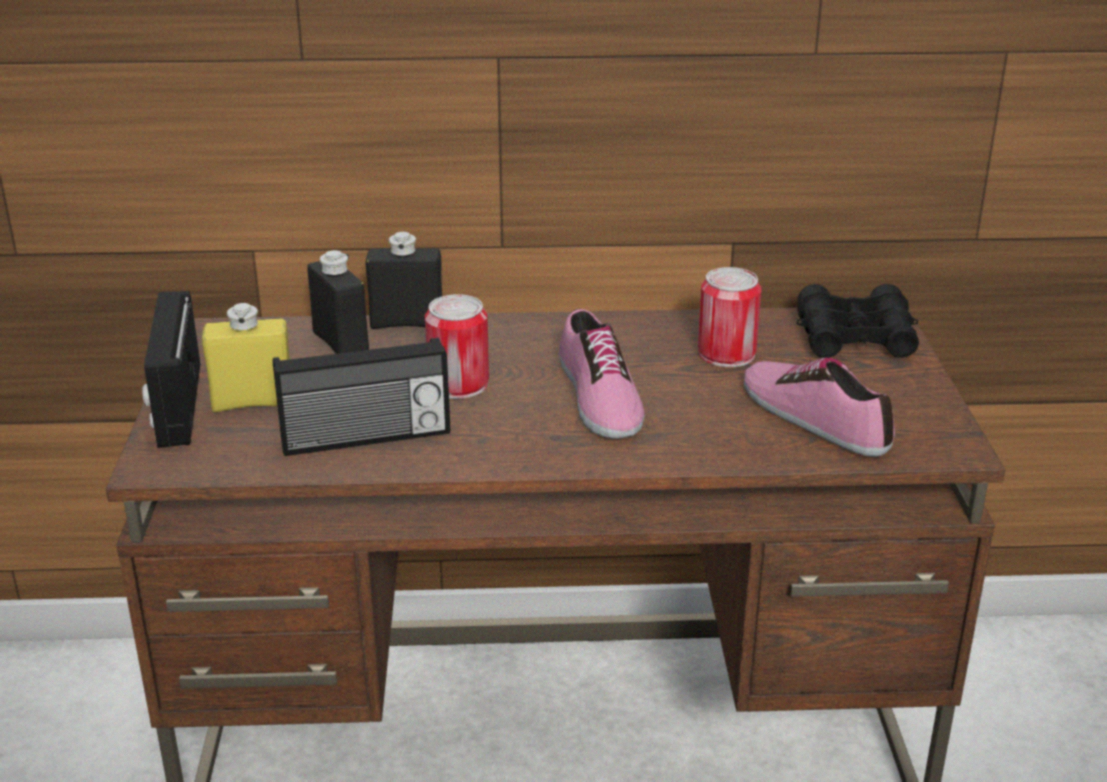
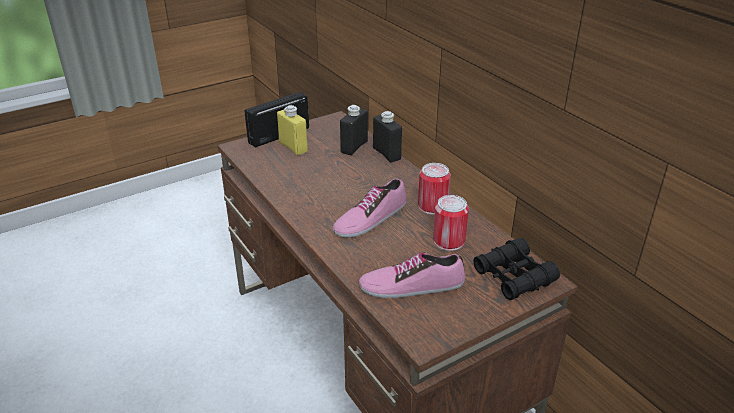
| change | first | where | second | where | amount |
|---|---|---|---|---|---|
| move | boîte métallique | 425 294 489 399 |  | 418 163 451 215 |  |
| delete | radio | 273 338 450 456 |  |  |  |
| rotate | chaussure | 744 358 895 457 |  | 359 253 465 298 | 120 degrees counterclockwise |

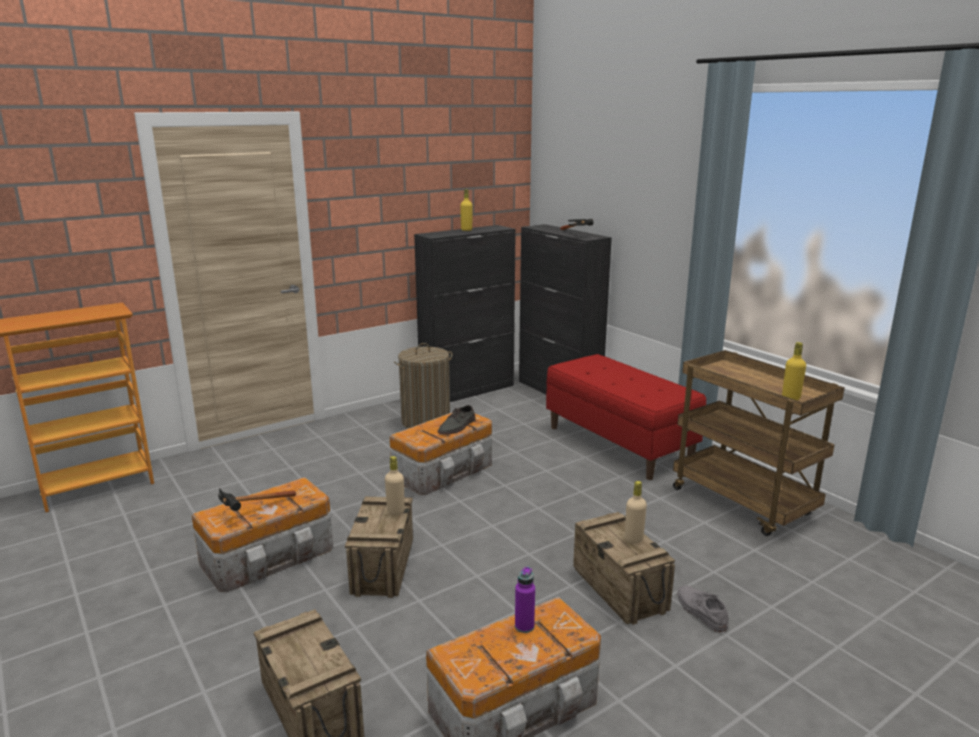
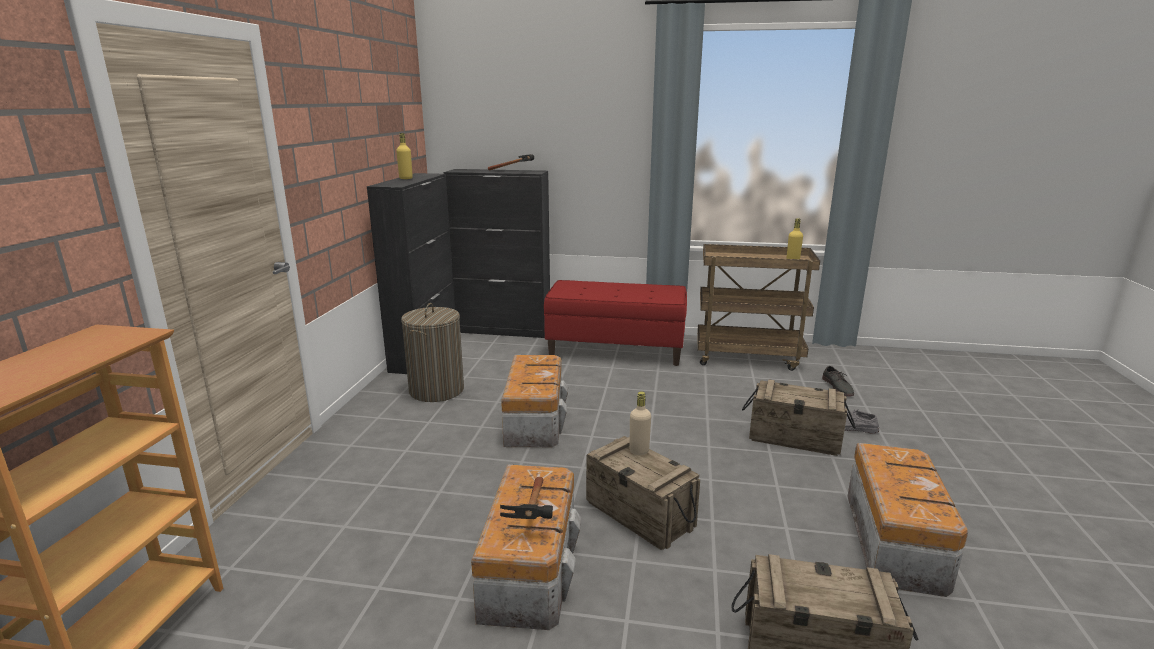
| change | first | where | second | where | amount |
|---|---|---|---|---|---|
| move | chaussure/gris | 438 405 476 435 |  | 822 366 854 396 |  |
| delete | bouteille/beige | 625 481 647 544 |  |  |  |
| delete | bouteille/violet | 515 567 535 633 |  |  |  |

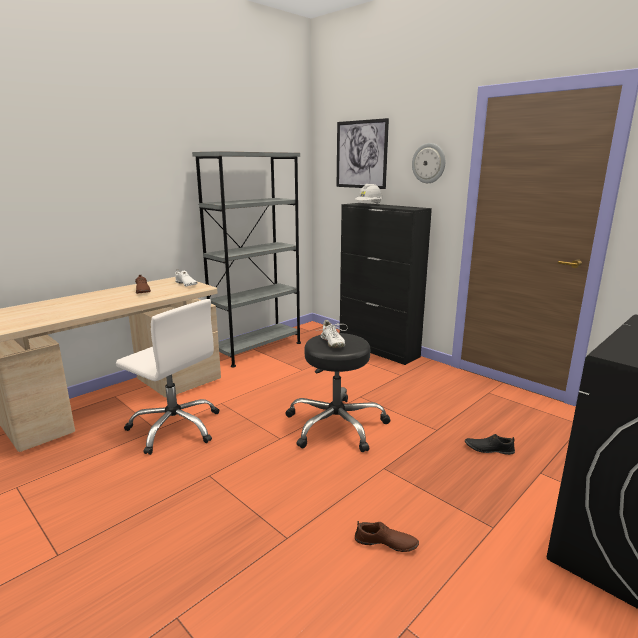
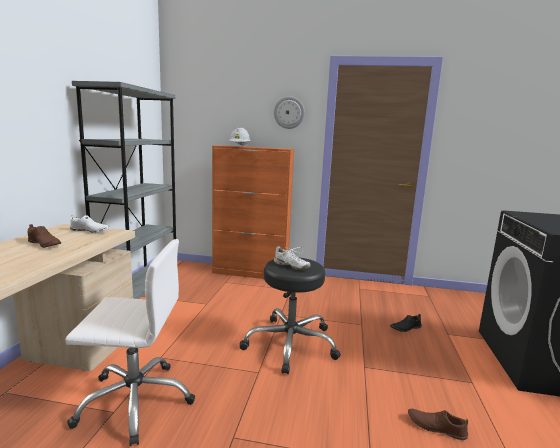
| change | first | where | second | where | amount |
|---|---|---|---|---|---|
| delete | tableau | 337 118 389 189 |  |  |  |
| recolor | meuble de rangement/noir | 340 203 432 365 | meuble de rangement/orange | 212 145 294 279 |  |
| rotate | chaussure/marron | 355 521 419 552 |  | 408 409 468 440 | 135 degrees counterclockwise |

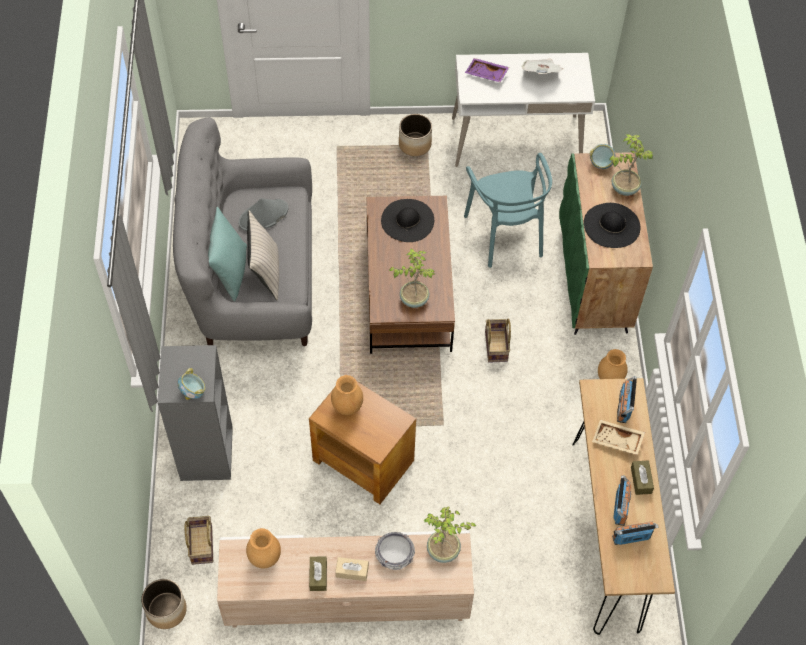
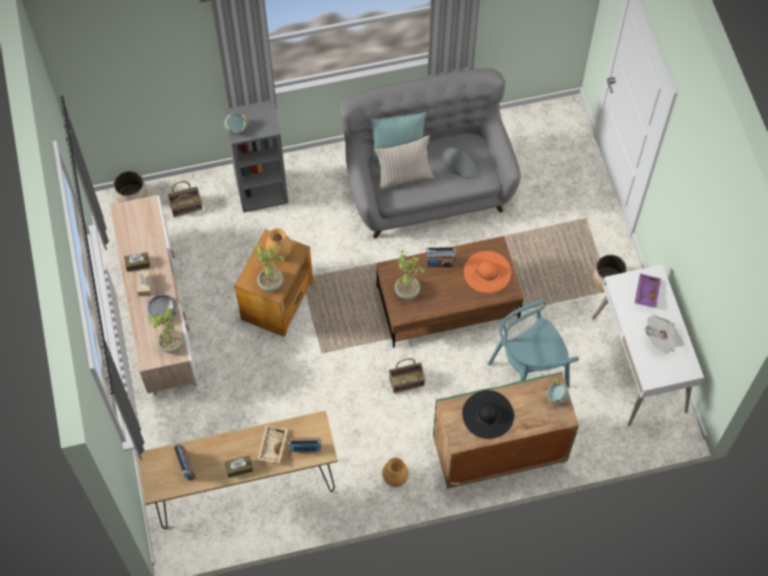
| change | first | where | second | where | amount |
|---|---|---|---|---|---|
| move | plante en pot | 609 134 653 196 |  | 255 243 285 292 |  |
| recolor | chapeau/noir | 381 199 434 242 | chapeau/orange | 464 251 511 293 |  |
| move | radio | 613 476 631 526 |  | 425 248 456 267 |  |
| delete | vase/marron | 246 528 281 569 |  |  |  |

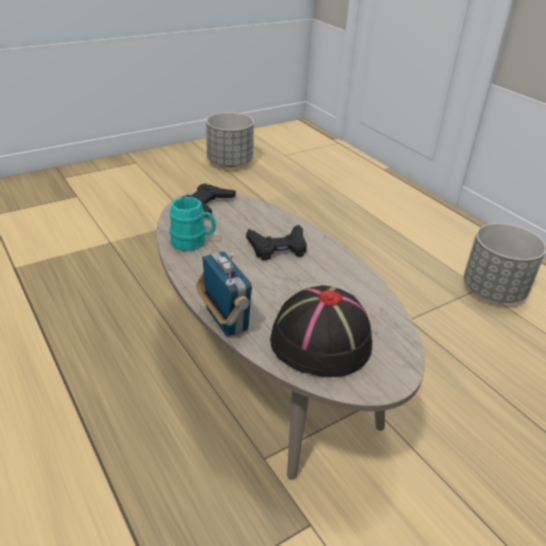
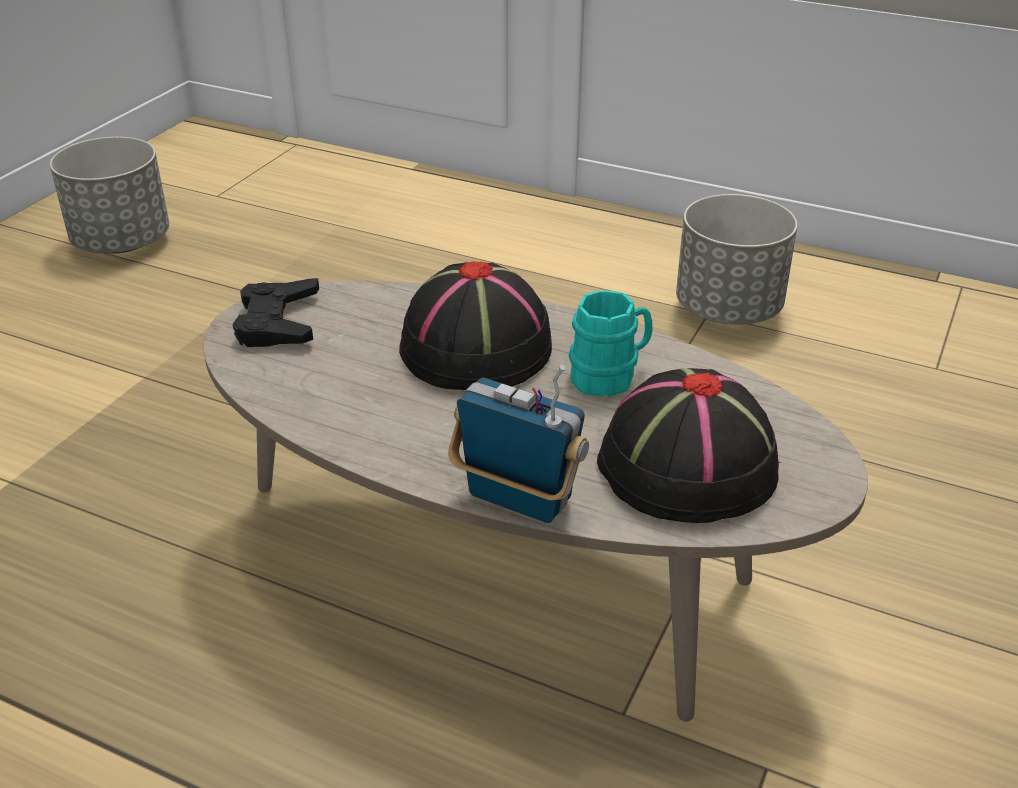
| change | first | where | second | where | amount |
|---|---|---|---|---|---|
| move | mug/turquoise | 169 197 216 251 |  | 569 290 652 397 |  |
| replace | manette/noir | 246 225 307 261 | chapeau/noir | 399 261 552 390 |  |

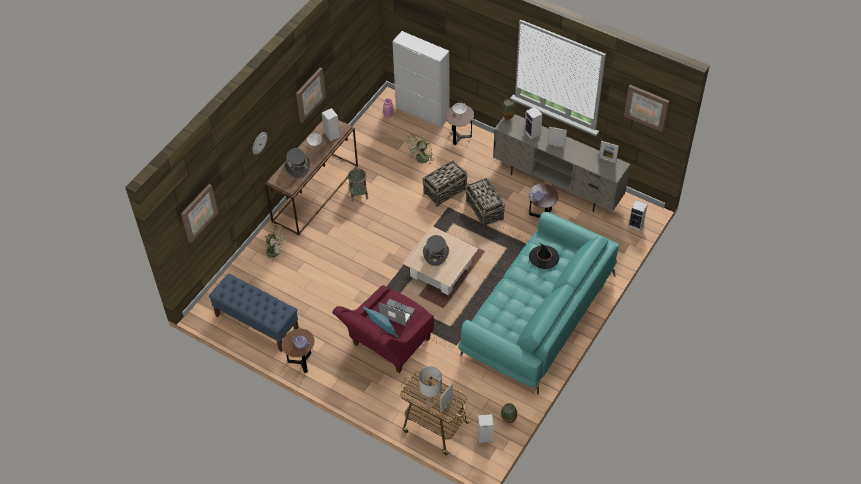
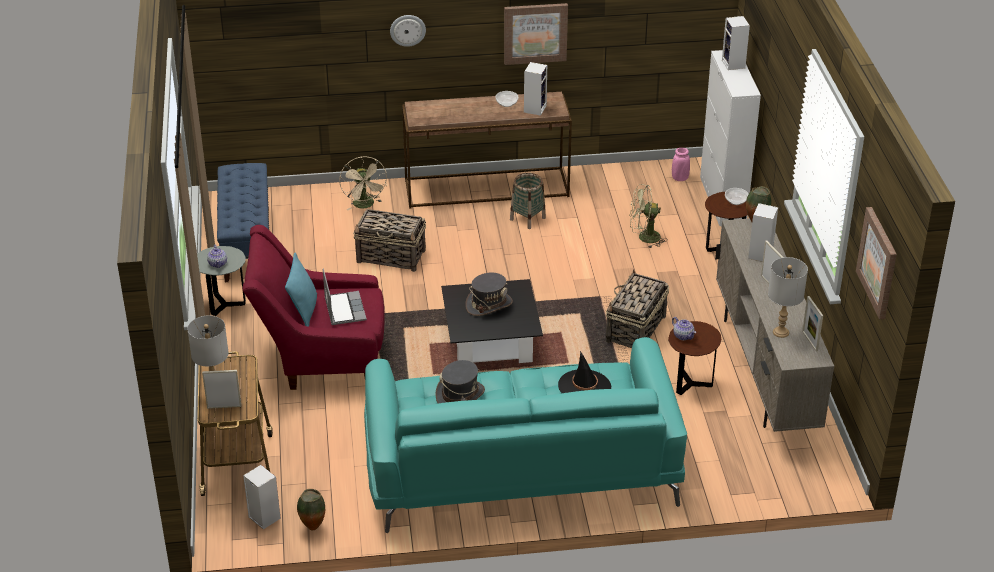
| change | first | where | second | where | amount |
|---|---|---|---|---|---|
| move | chapeau/gris | 284 148 310 178 |  | 436 360 485 404 |  |
| move | panier | 422 160 468 207 |  | 353 209 426 272 |  |
| delete | tableau | 181 184 218 242 |  |  |  |
| move | enceinte | 628 200 648 231 |  | 722 16 750 70 |  |
| recolor | table basse/beige | 402 226 479 295 | table basse/noir | 441 279 543 363 |  |
| recolor | table d'appoint/marron | 282 329 315 373 | table d'appoint/gris | 197 246 246 316 |  |
| insert |  |  | lampe de table/gris | 768 257 808 338 |  |

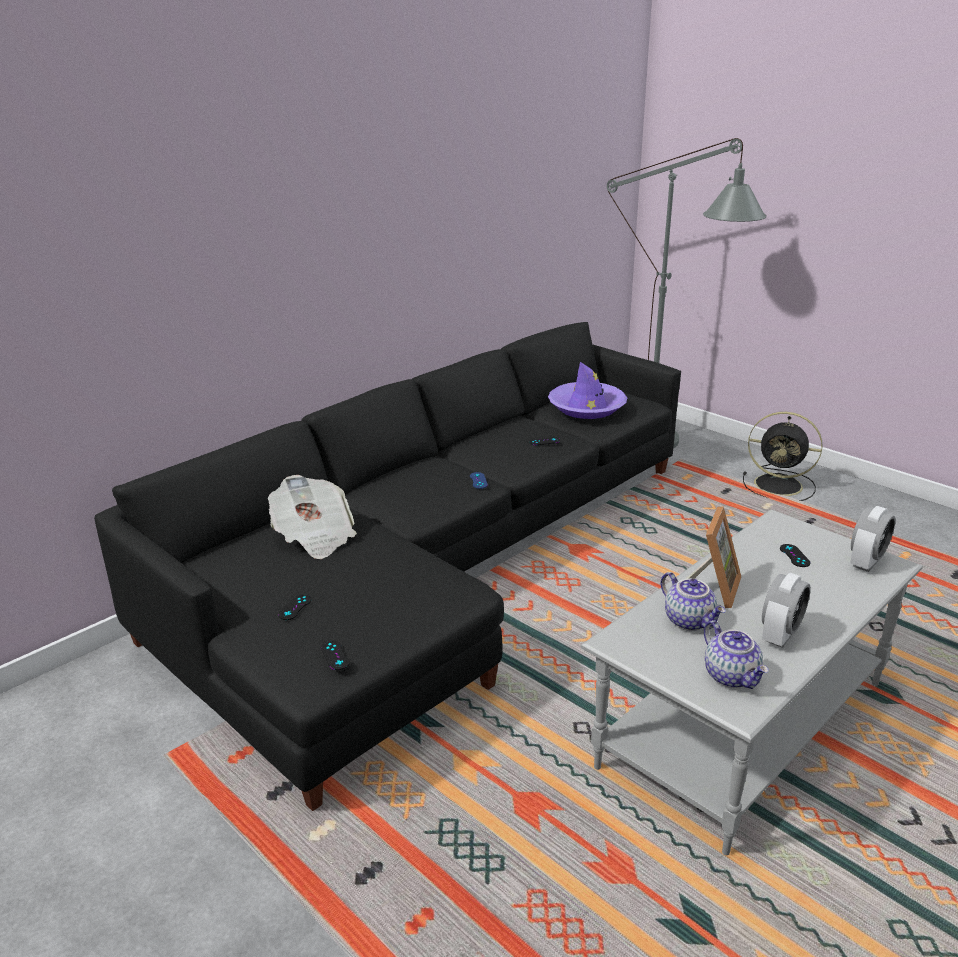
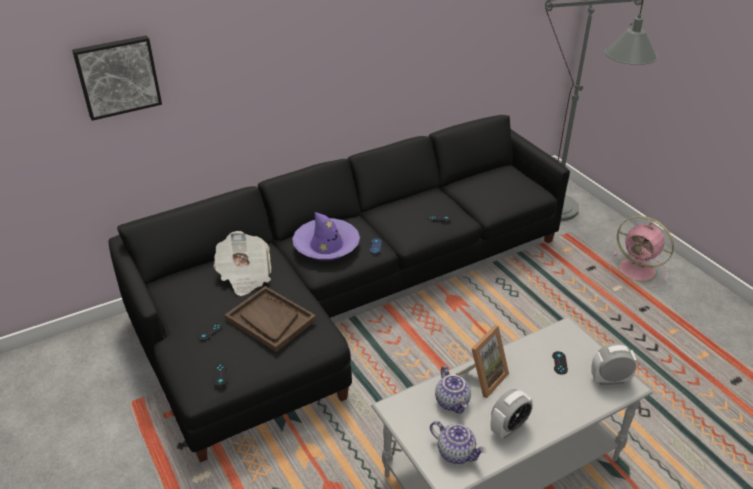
| change | first | where | second | where | amount |
|---|---|---|---|---|---|
| move | chapeau/violet | 548 362 627 419 |  | 292 212 360 261 |  |
| recolor | ventilateur/noir | 743 412 823 501 | ventilateur/rose | 609 216 674 288 |  |
| rotate | réveil | 850 506 896 572 |  | 591 343 638 385 | 150 degrees counterclockwise |
| rotate | théière | 704 620 769 689 |  | 430 421 486 464 | 45 degrees counterclockwise |
| insert |  |  | tableau | 72 35 162 121 |  |
| insert |  |  | plateau/marron | 225 286 316 352 |  |

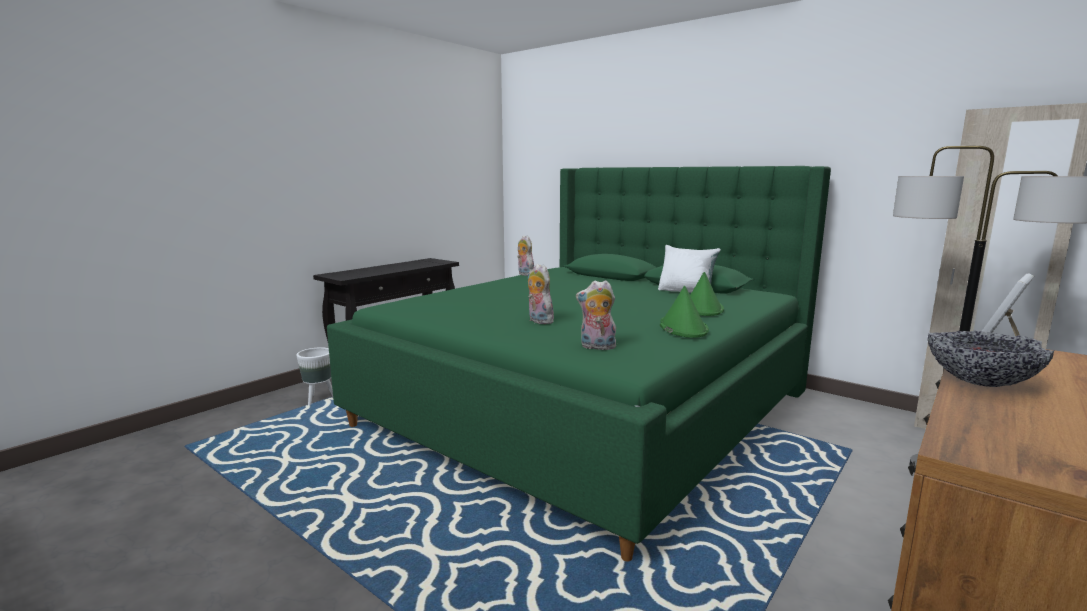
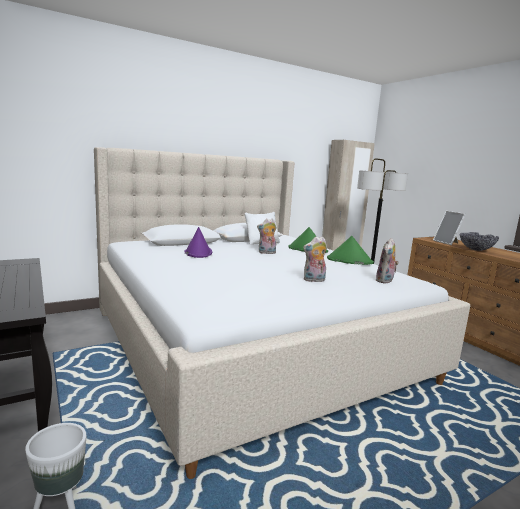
| change | first | where | second | where | amount |
|---|---|---|---|---|---|
| recolor | lit/vert | 327 166 831 561 | lit/beige | 94 147 470 479 |  |
| move | peluche | 517 235 534 276 |  | 257 218 277 254 |  |
| insert |  |  | chapeau/violet | 185 227 212 258 |  |

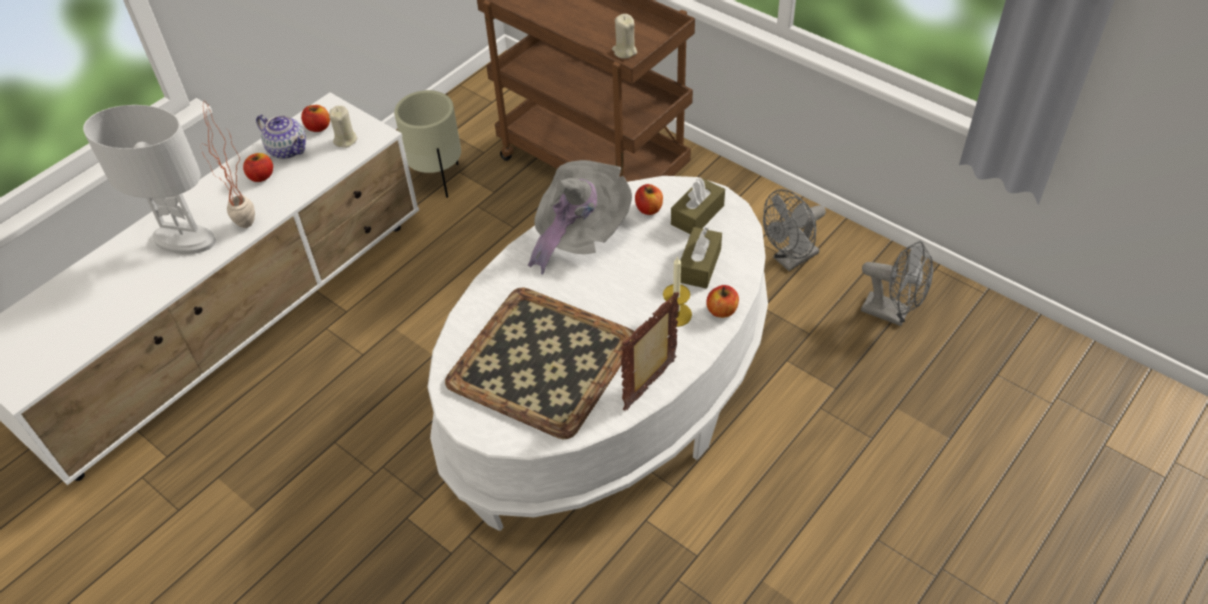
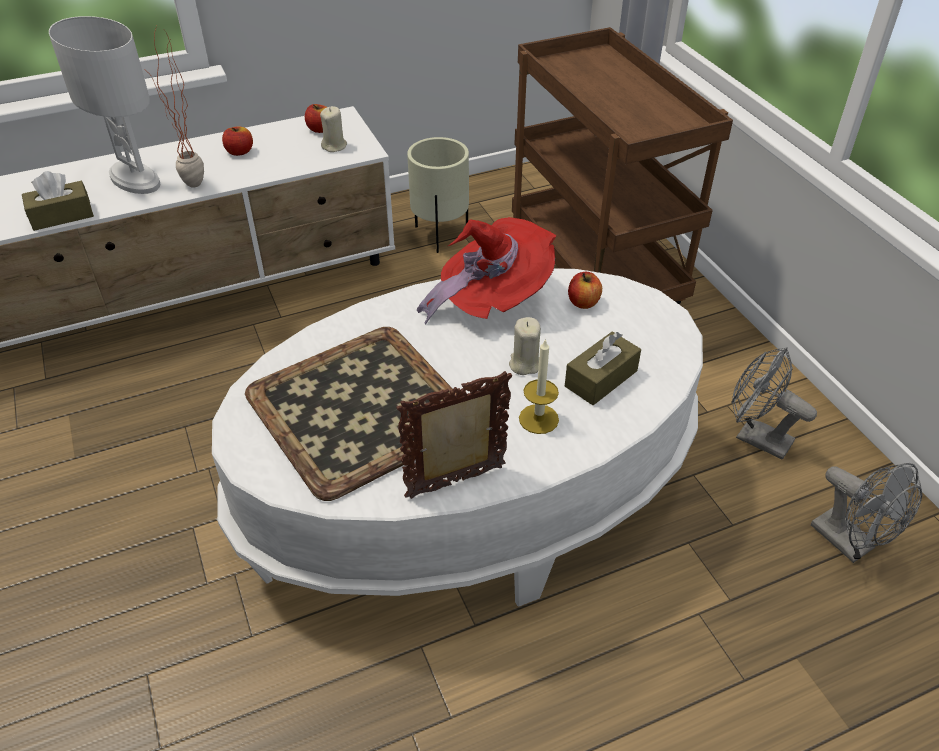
| change | first | where | second | where | amount |
|---|---|---|---|---|---|
| move | bougie/beige | 612 14 637 59 |  | 509 317 541 375 |  |
| delete | théière | 256 115 306 159 |  |  |  |
| recolor | chapeau/gris | 528 160 632 275 | chapeau/rouge | 417 217 556 325 |  |
| move | boîte à mouchoirs/marron | 671 178 725 234 |  | 22 171 94 231 |  |
| rotate | ventilateur/gris | 763 189 826 271 |  | 732 347 817 460 | 45 degrees clockwise |
| delete | pomme | 706 285 739 318 |  |  |  |

